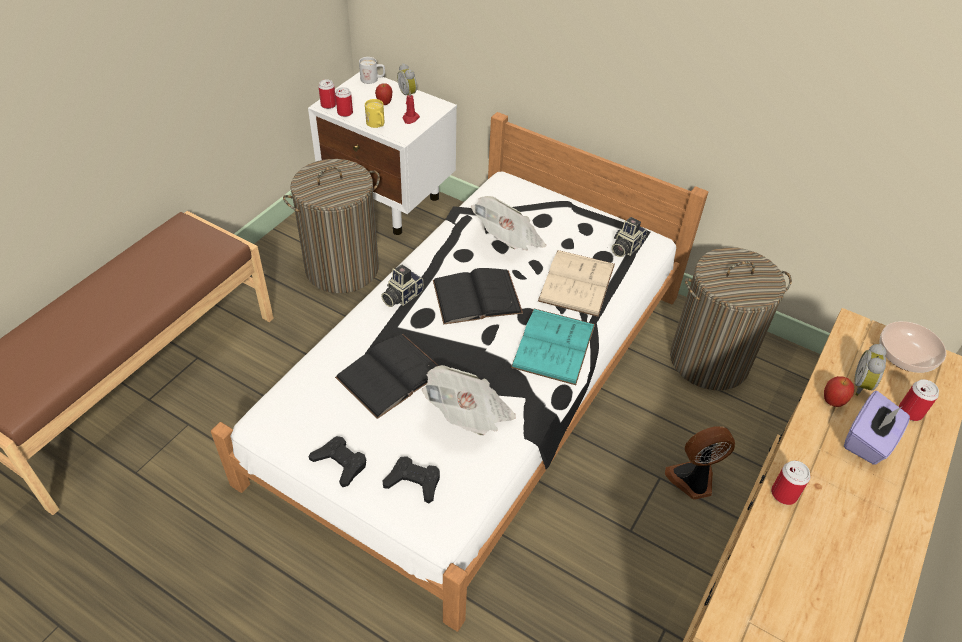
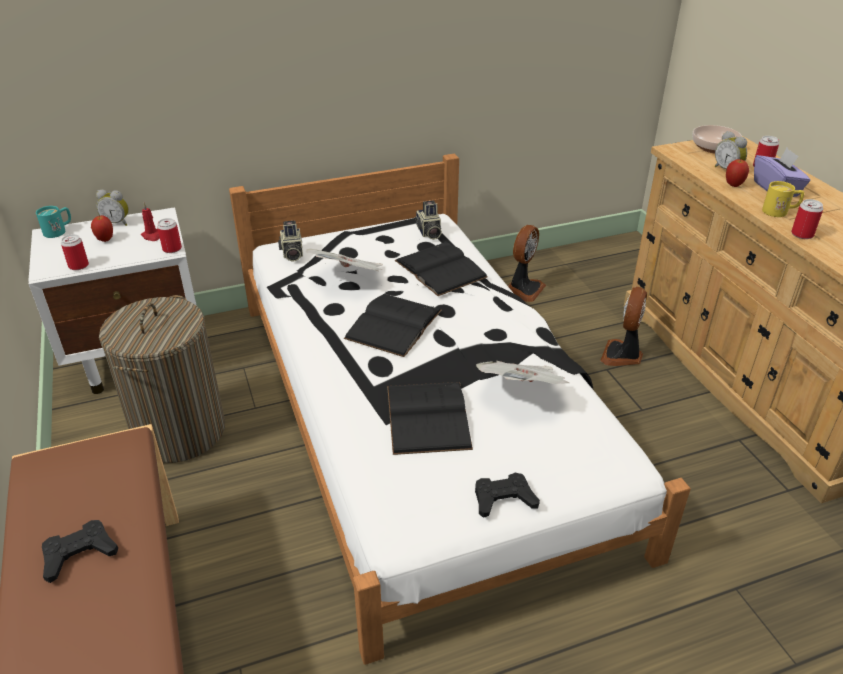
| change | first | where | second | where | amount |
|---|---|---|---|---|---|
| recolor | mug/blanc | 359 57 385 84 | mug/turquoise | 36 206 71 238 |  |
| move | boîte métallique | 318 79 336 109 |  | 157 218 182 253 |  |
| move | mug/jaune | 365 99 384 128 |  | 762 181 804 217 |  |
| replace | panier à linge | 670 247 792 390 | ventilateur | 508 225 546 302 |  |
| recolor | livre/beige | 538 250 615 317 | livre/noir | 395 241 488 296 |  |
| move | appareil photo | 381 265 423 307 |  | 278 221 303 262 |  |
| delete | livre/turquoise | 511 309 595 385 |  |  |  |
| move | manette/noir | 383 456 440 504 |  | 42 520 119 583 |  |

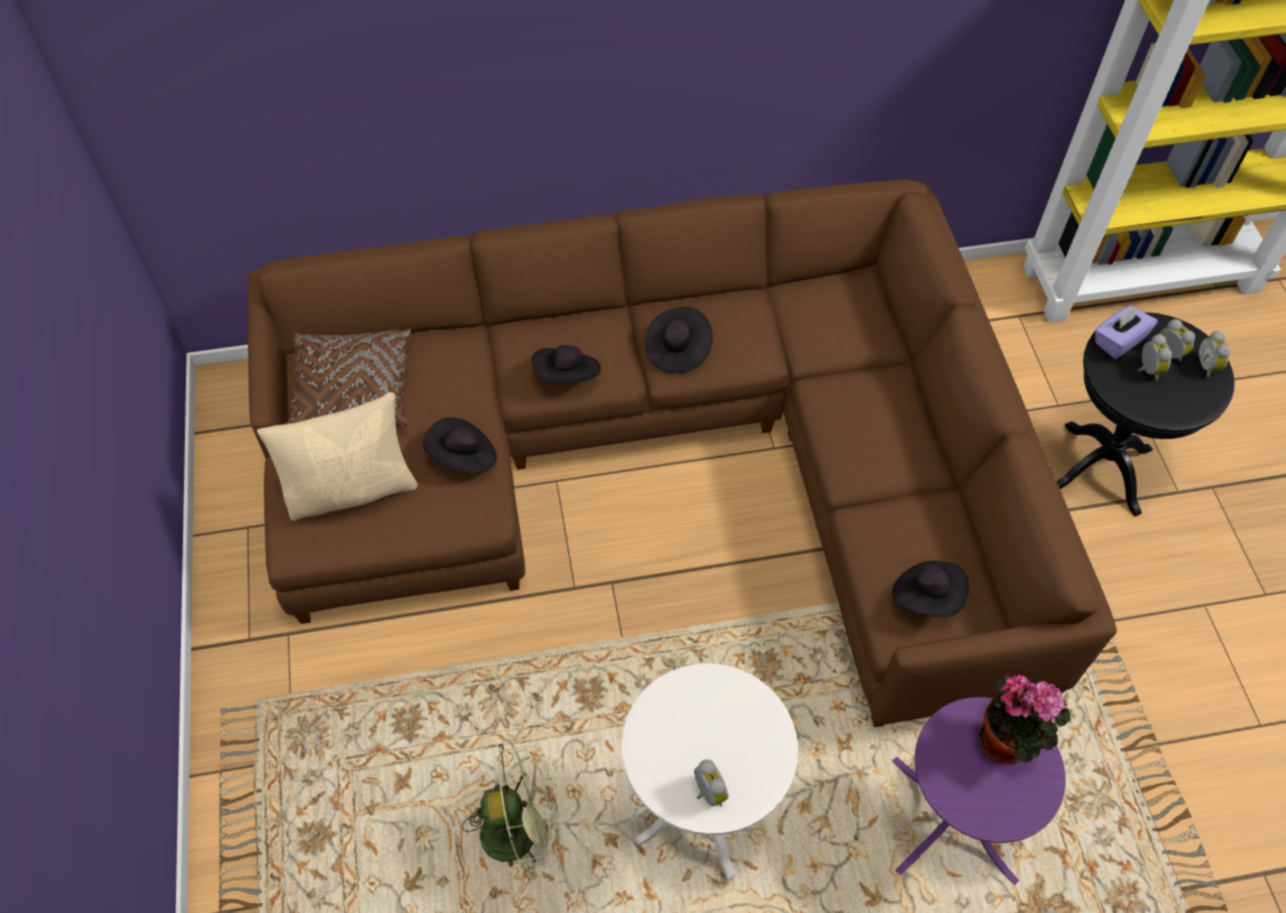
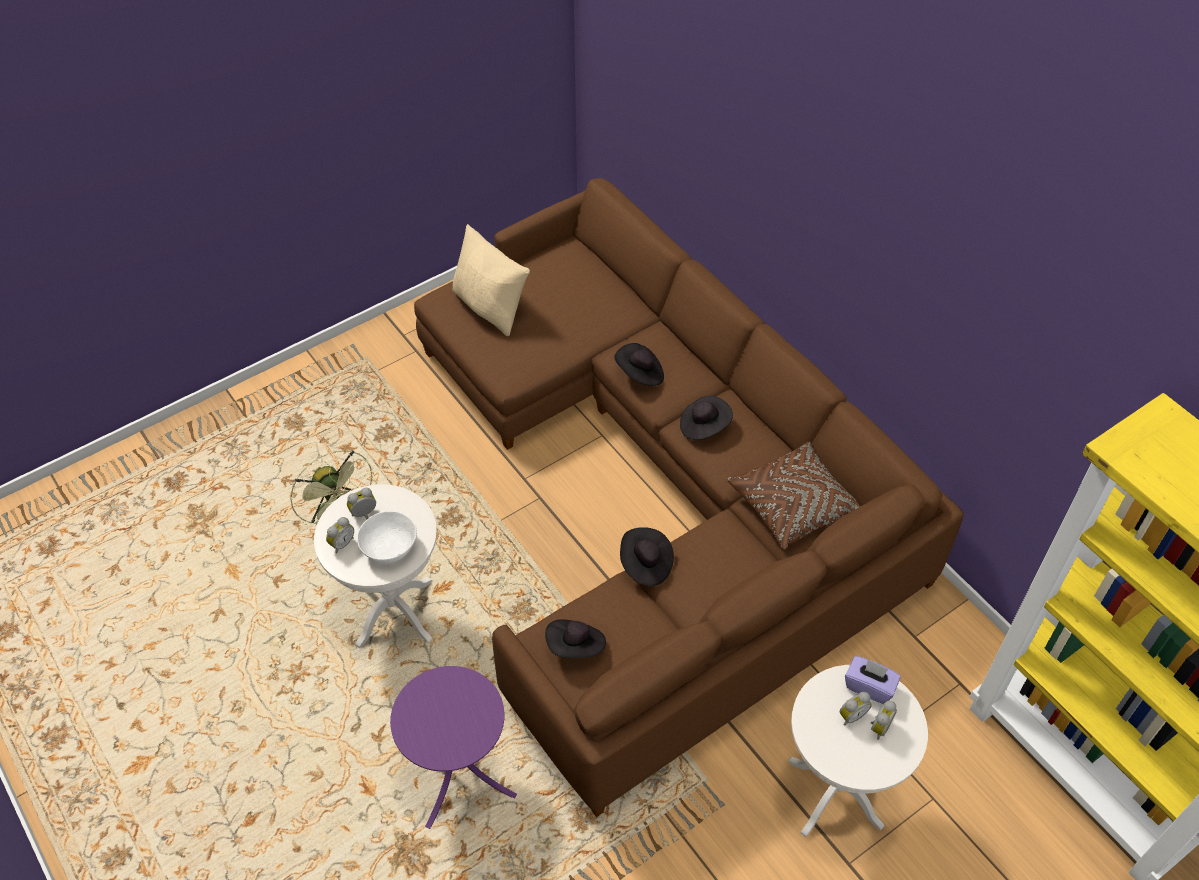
| change | first | where | second | where | amount |
|---|---|---|---|---|---|
| recolor | table d'appoint/noir | 1057 312 1235 517 | table d'appoint/blanc | 787 665 928 837 |  |
| move | coussin/marron | 286 329 411 427 |  | 727 442 860 550 |  |
| move | réveil | 1198 330 1230 378 |  | 347 488 376 519 |  |
| move | chapeau/noir | 423 418 497 474 |  | 620 527 674 586 |  |
| delete | plante en pot | 979 675 1071 764 |  |  |  |
| insert |  |  | bol/blanc | 357 511 417 563 |  |

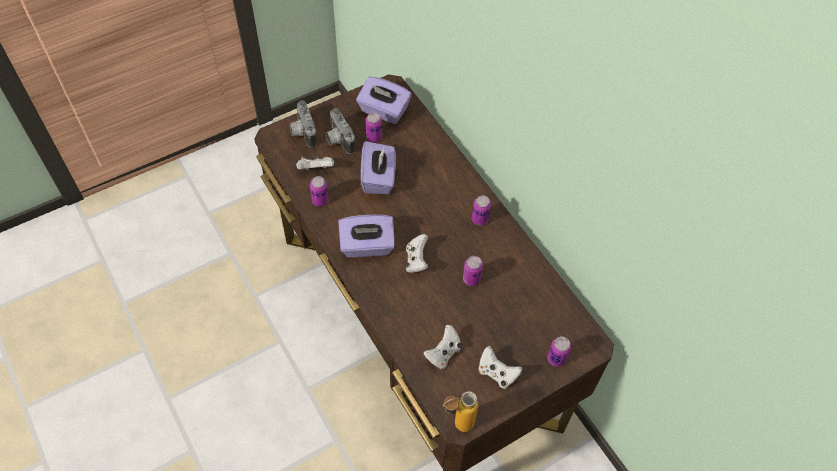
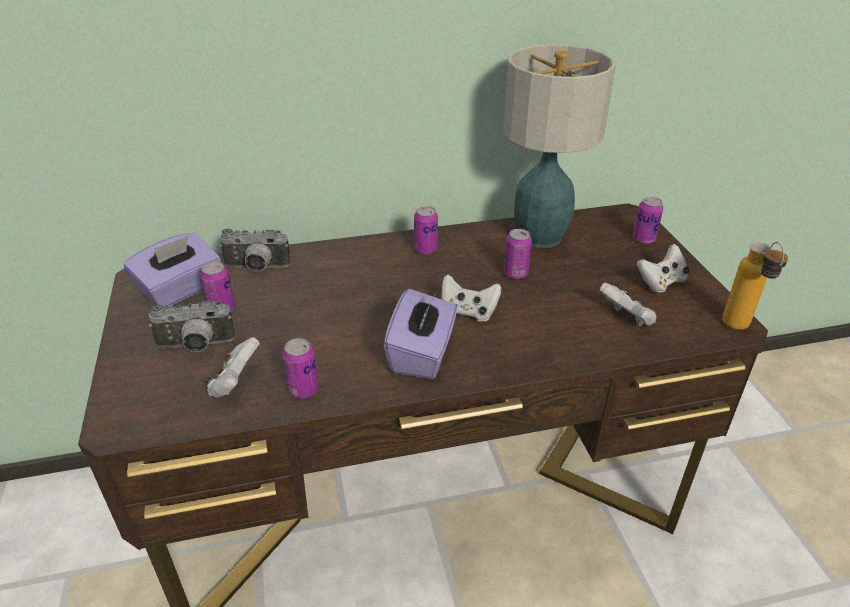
| change | first | where | second | where | amount |
|---|---|---|---|---|---|
| move | appareil photo | 289 100 317 148 |  | 219 229 290 272 |  |
| delete | boîte à mouchoirs/violet | 361 141 396 194 |  |  |  |
| insert |  |  | lampe de table | 503 44 615 248 |  |

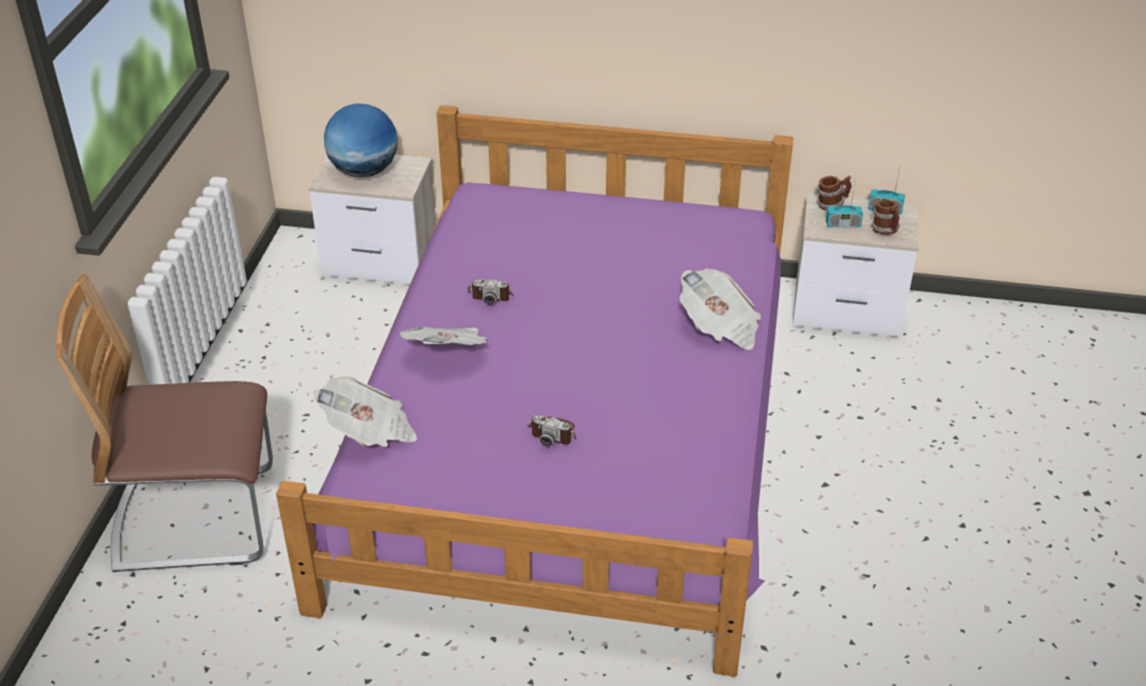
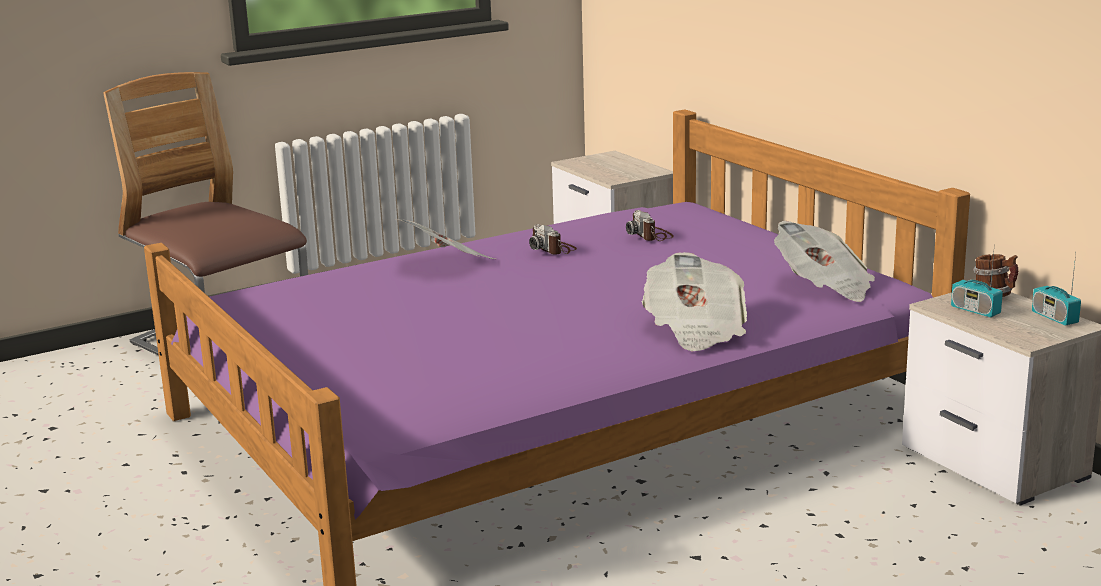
| change | first | where | second | where | amount |
|---|---|---|---|---|---|
| delete | globe | 324 103 398 178 |  |  |  |
| delete | mug | 871 200 900 235 |  |  |  |
| move | journal | 314 376 418 447 |  | 774 221 875 302 |  |
| move | appareil photo | 527 415 576 447 |  | 626 210 674 241 |  |

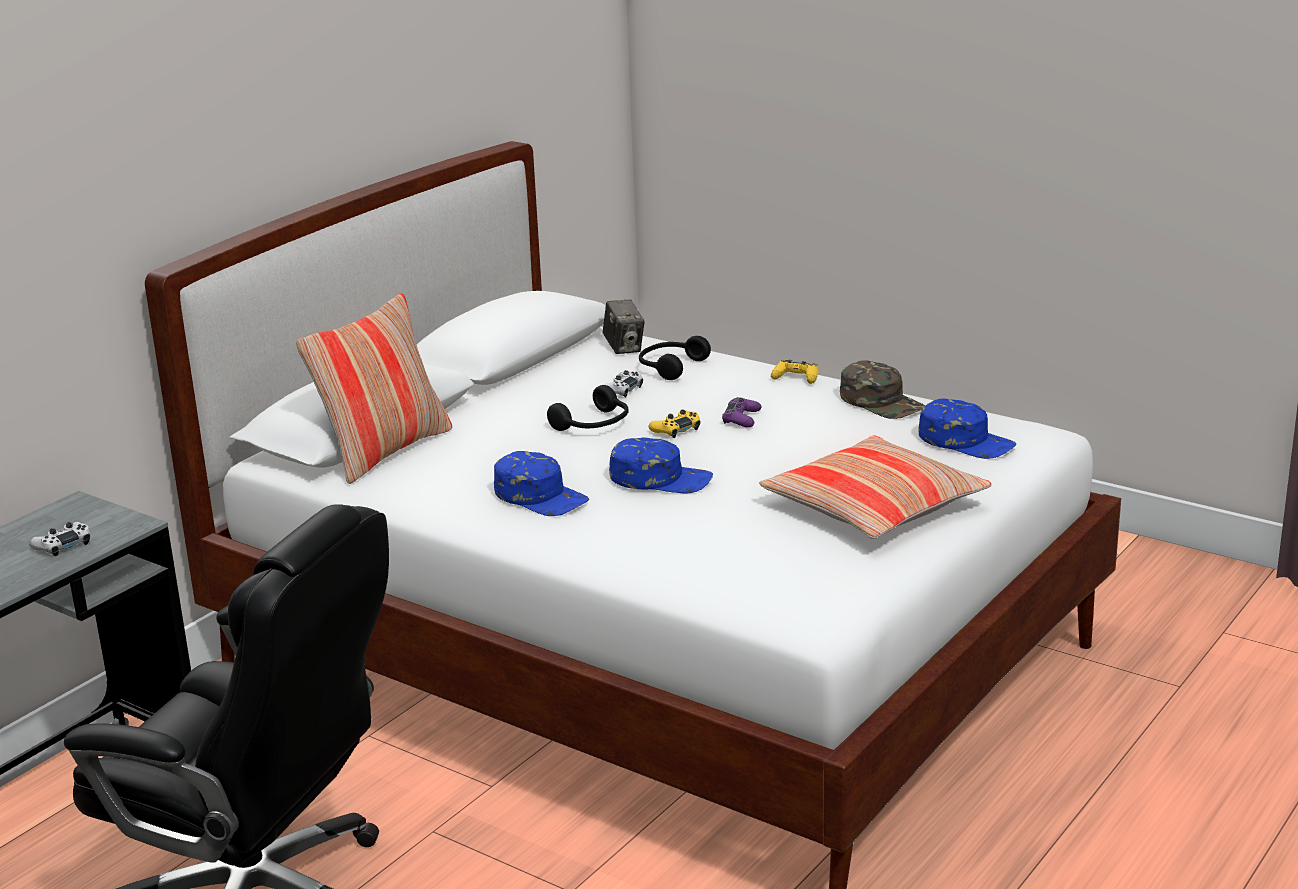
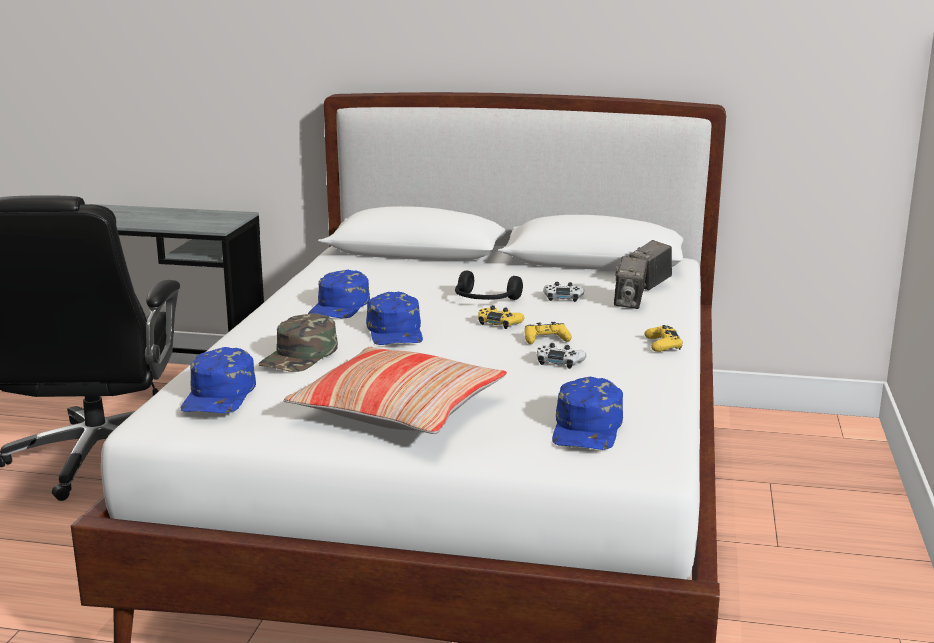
| change | first | where | second | where | amount |
|---|---|---|---|---|---|
| delete | coussin | 296 293 452 484 |  |  |  |
| replace | casque audio/noir | 639 336 711 380 | appareil photo | 614 256 647 309 |  |
| move | casquette/vert | 840 360 925 419 |  | 258 313 338 372 |  |
| recolor | manette/violet | 722 397 761 427 | manette/jaune | 525 322 572 344 |  |
| move | manette/blanc | 29 522 90 556 |  | 537 343 586 369 |  |
| insert |  |  | casquette/bleu | 181 347 256 413 |  |

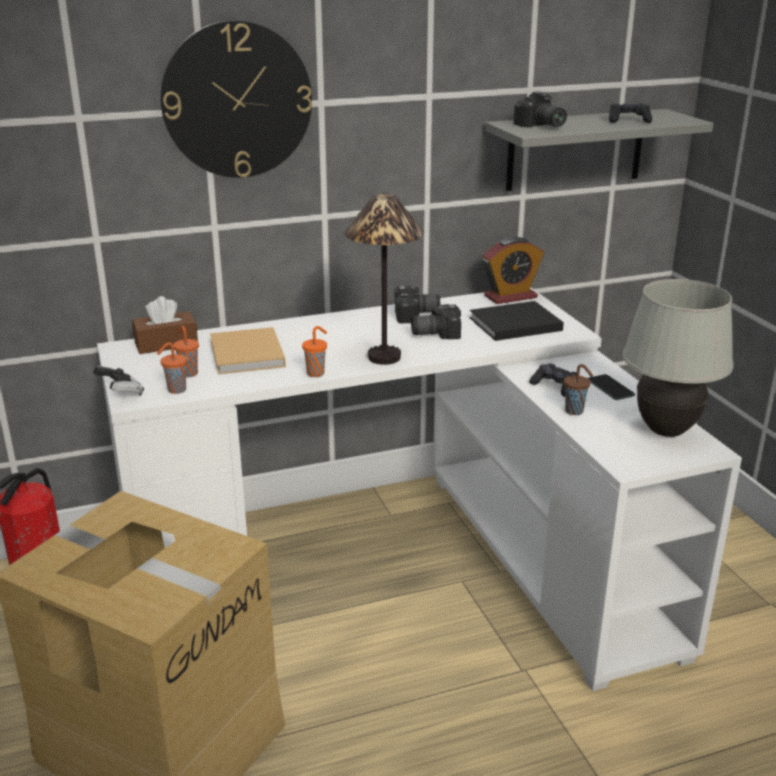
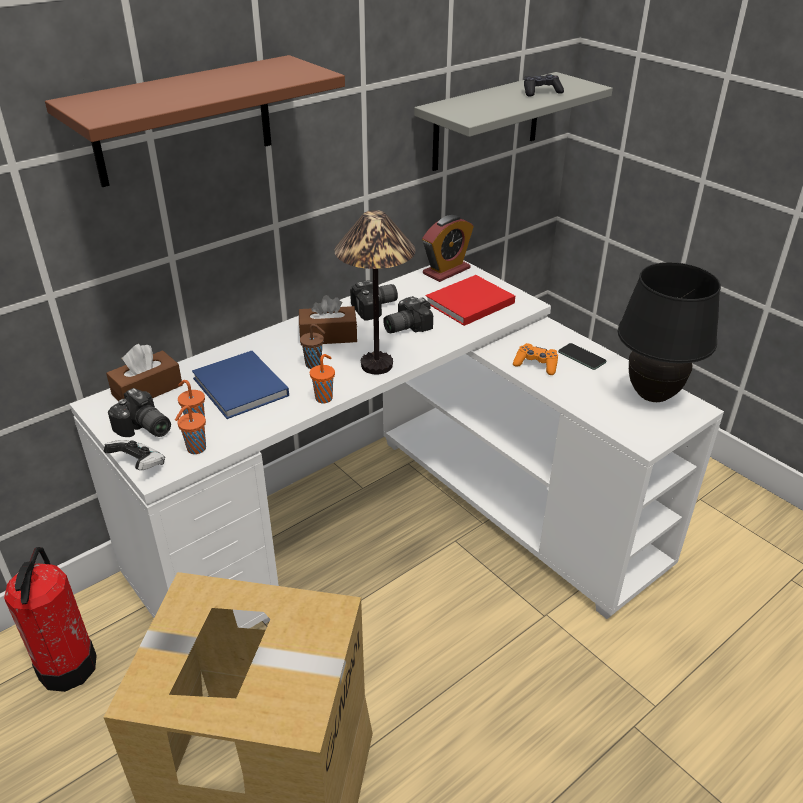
| change | first | where | second | where | amount |
|---|---|---|---|---|---|
| replace | horloge murale | 161 20 312 178 | étagère/marron | 45 55 345 187 |  |
| move | appareil photo | 513 91 567 128 |  | 108 388 171 437 |  |
| recolor | lampe de table/blanc | 622 279 734 437 | lampe de table/noir | 618 262 721 402 |  |
| recolor | livre/noir | 470 301 564 341 | livre/rouge | 425 275 515 326 |  |
| recolor | livre/beige | 210 327 286 374 | livre/bleu | 192 351 289 419 |  |
| recolor | manette/noir | 529 363 577 397 | manette/orange | 513 343 558 375 |  |
| move | tasse/marron | 564 364 593 415 |  | 300 324 325 369 |  |
| insert |  |  | boîte à mouchoirs/marron | 299 295 357 344 |  |

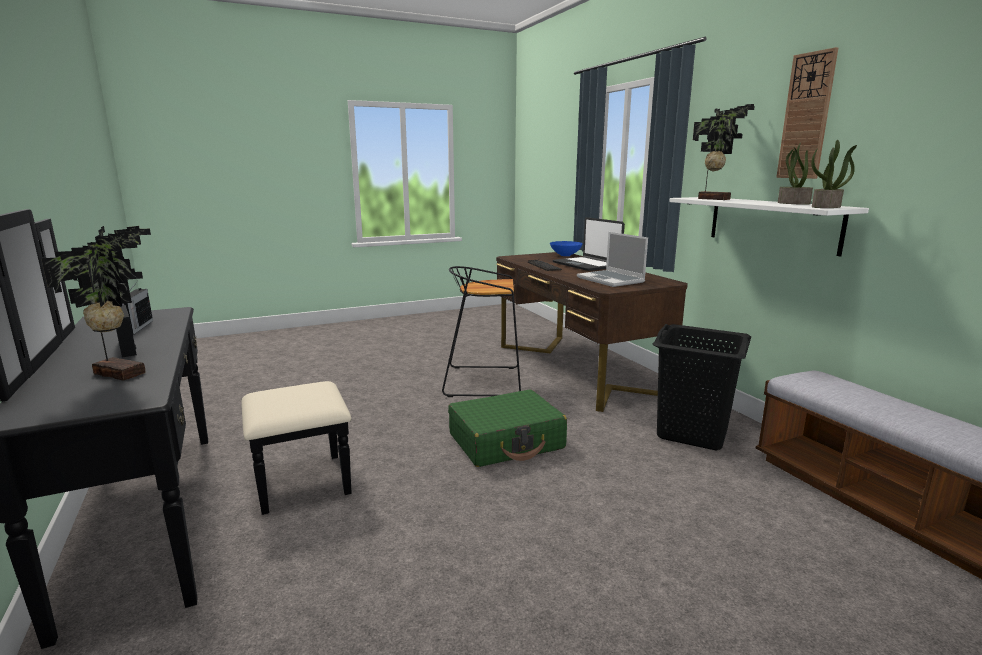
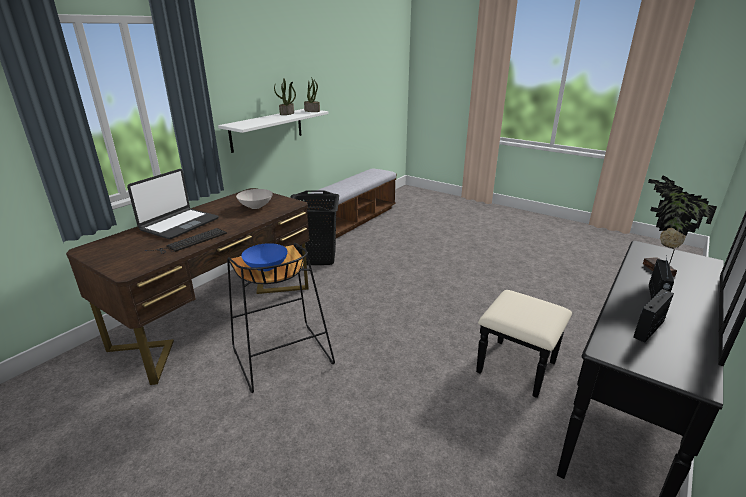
| change | first | where | second | where | amount |
|---|---|---|---|---|---|
| delete | horloge murale | 776 47 838 179 |  |  |  |
| delete | plante en pot | 693 104 755 200 |  |  |  |
| replace | ordinateur portable | 577 232 648 287 | bol/blanc | 236 189 273 209 |  |
| move | bol/bleu | 550 241 583 256 |  | 241 243 288 271 |  |
| delete | valise/vert | 448 390 567 467 |  |  |  |

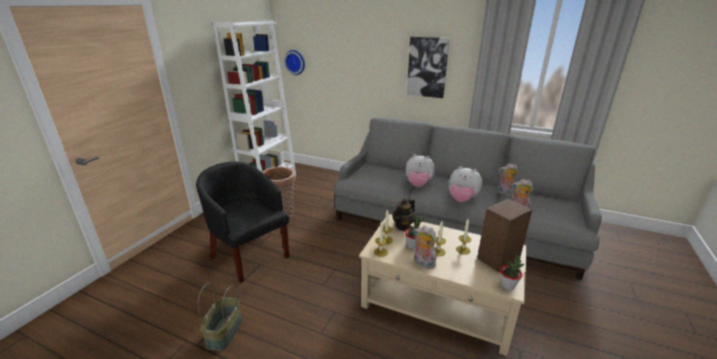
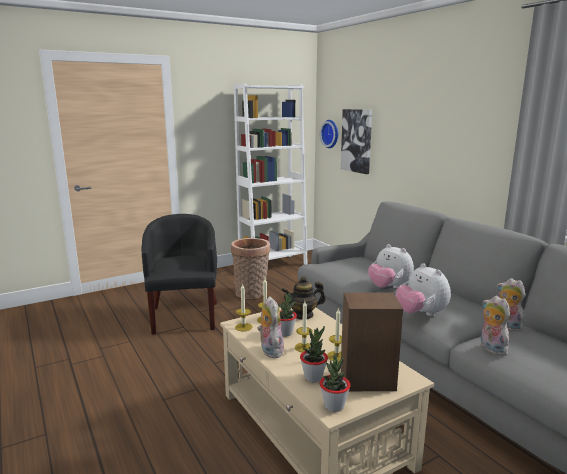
| change | first | where | second | where | amount |
|---|---|---|---|---|---|
| move | tableau | 407 36 450 98 |  | 341 109 372 174 |  |
| delete | panier | 197 283 242 351 |  |  |  |
| insert |  |  | plante en pot | 300 326 328 383 |  |

